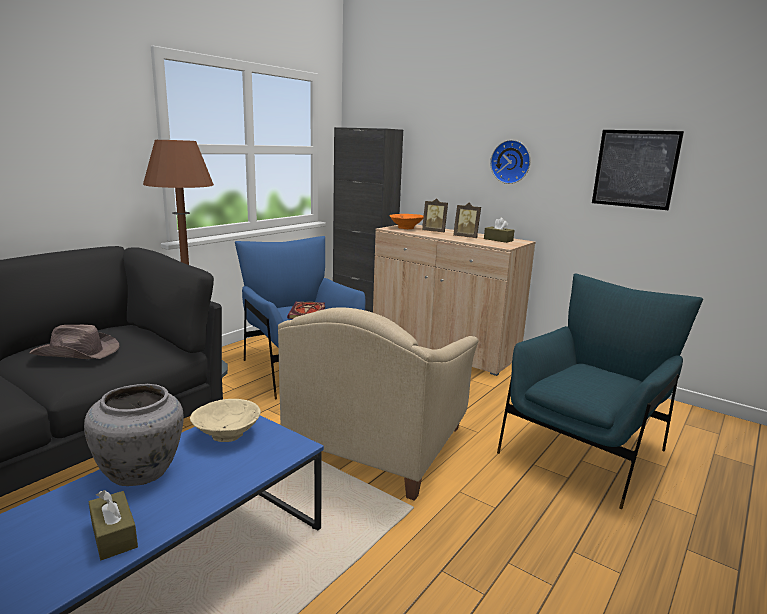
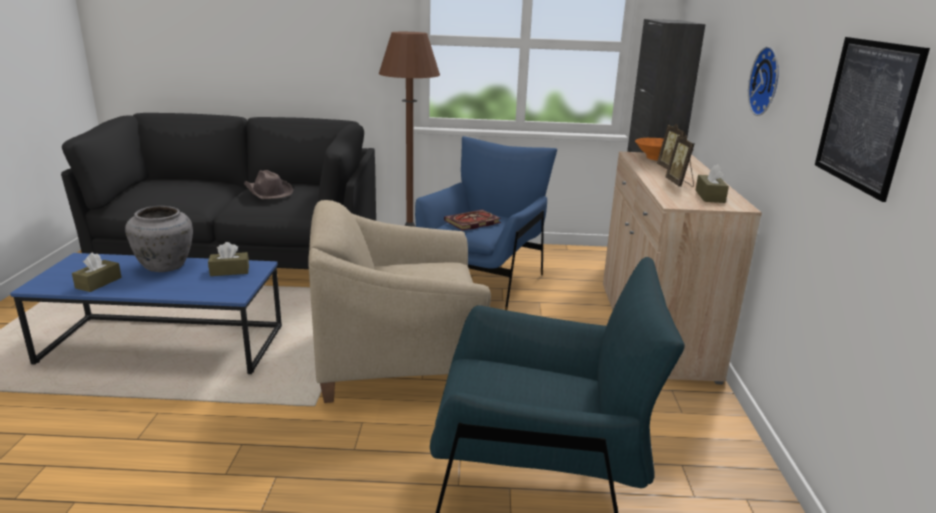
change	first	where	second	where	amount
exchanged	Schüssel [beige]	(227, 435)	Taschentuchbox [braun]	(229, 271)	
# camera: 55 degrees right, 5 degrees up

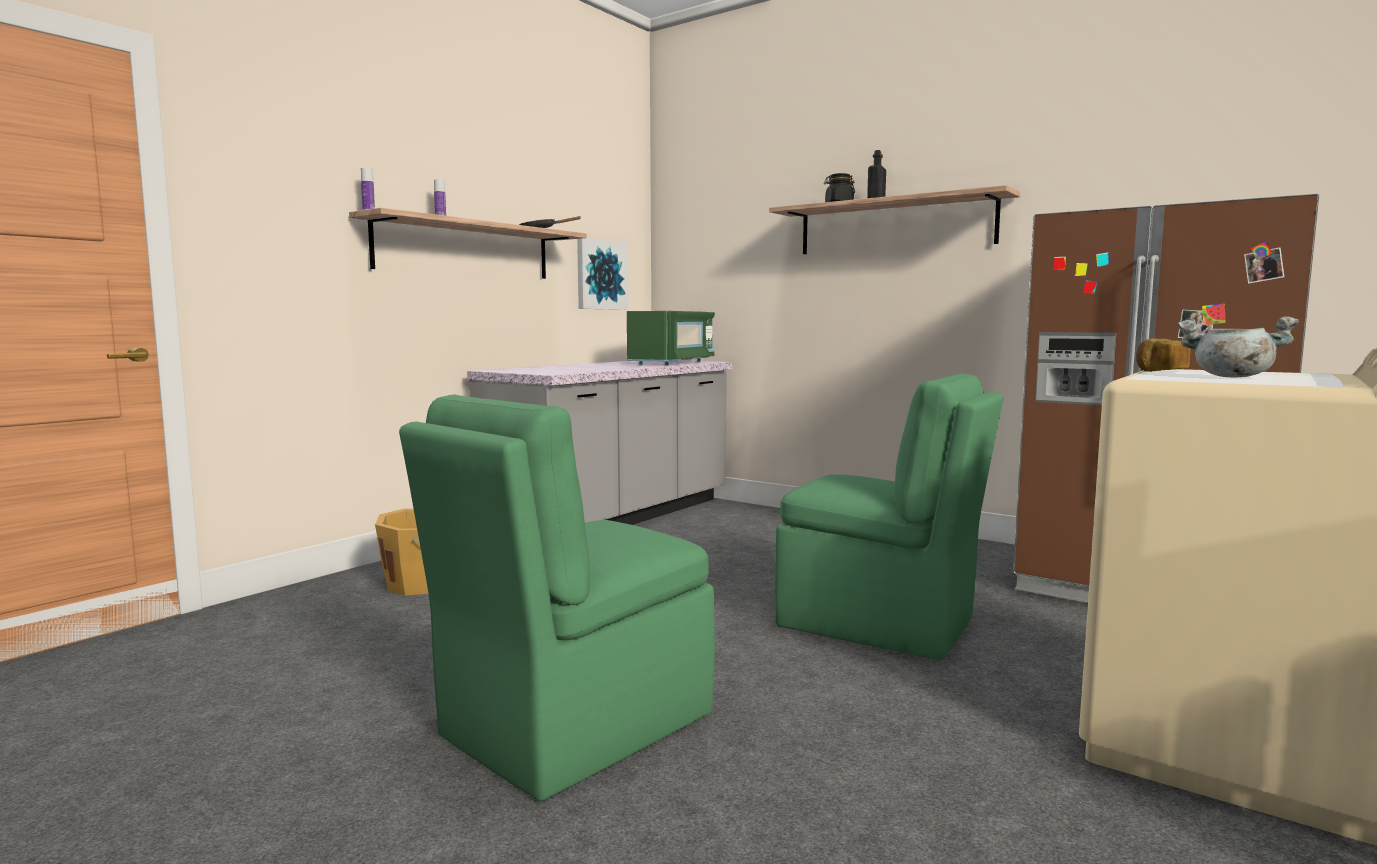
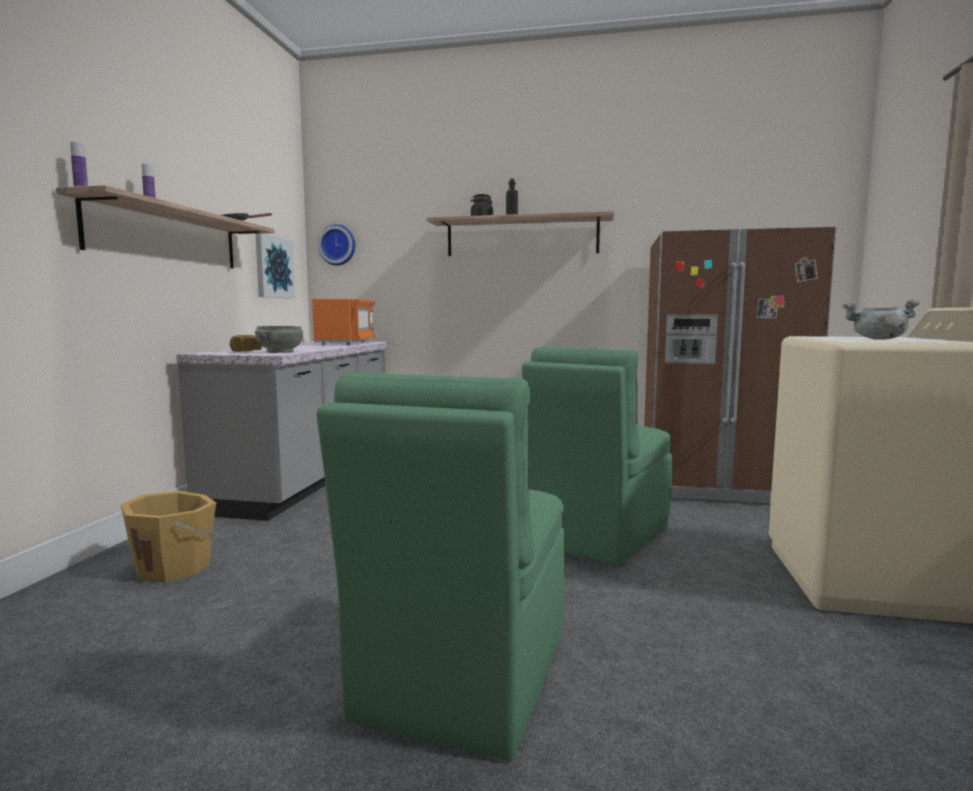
change	first	where	second	where	amount
appeared			Schüssel [grau]	(279, 352)	
appeared			Wanduhr	(338, 245)	
relocated	Brot	(1159, 371)		(245, 351)	
colour	Mikrowelle [grün]	(672, 363)	Mikrowelle [orange]	(346, 343)	
spun	Stuhl [grün]	(880, 624)		(597, 536)	120 degrees clockwise
# camera: 25 degrees left, 0 degrees up

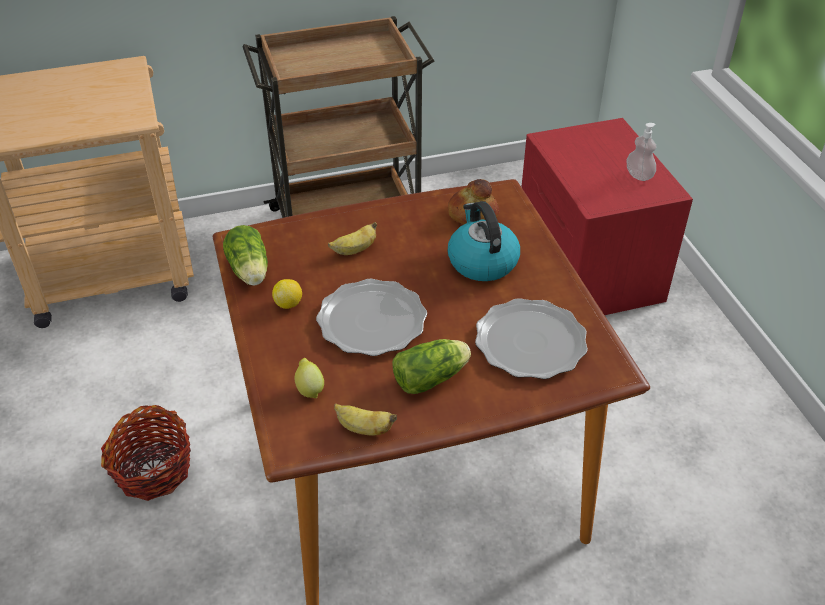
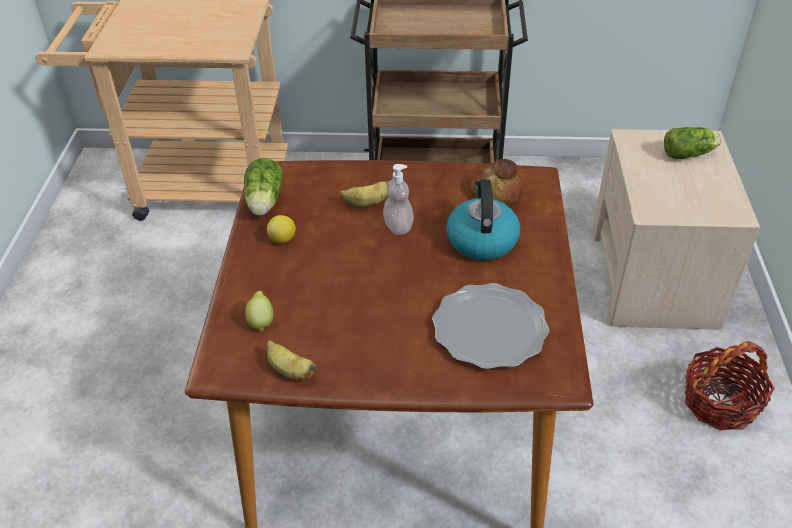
change	first	where	second	where	amount
missing	Teller	(372, 320)			
relocated	Korb	(153, 470)		(720, 403)	
relocated	Salatkopf	(433, 377)		(689, 154)	
relocated	Seifenspender	(639, 175)		(398, 226)	
colour	Nachttisch [rot]	(588, 267)	Nachttisch [beige]	(653, 276)	
# camera: 20 degrees right, 0 degrees up

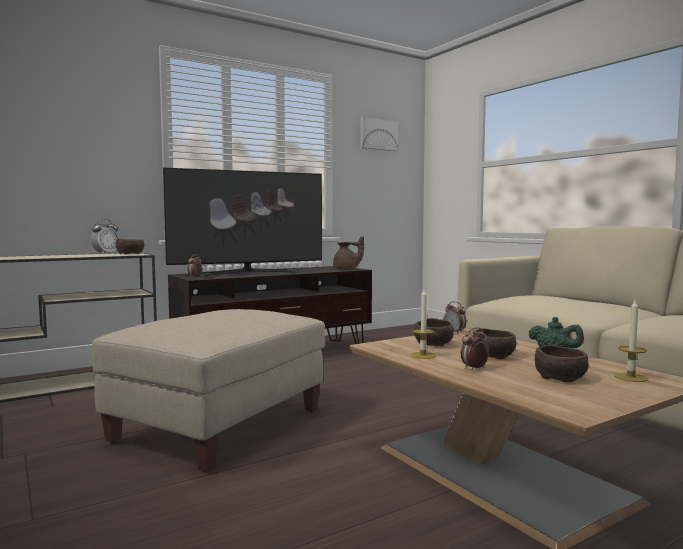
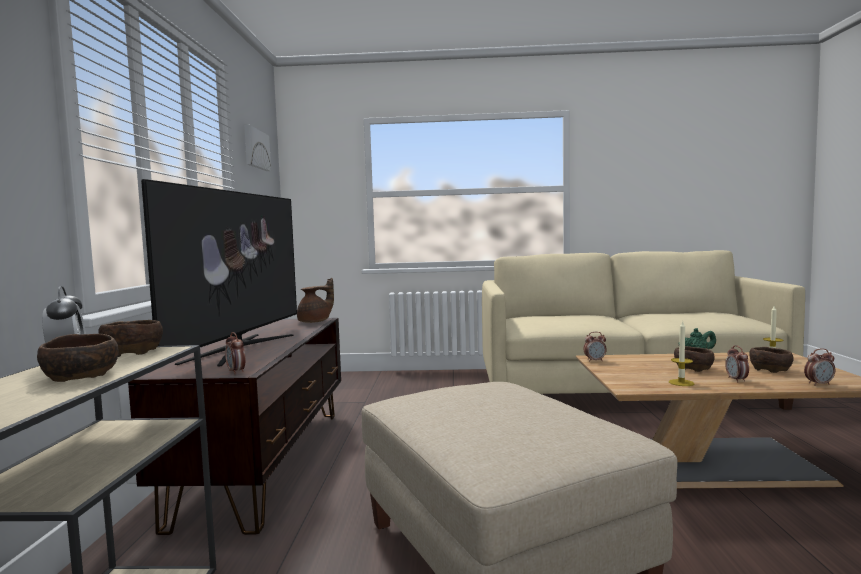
change	first	where	second	where	amount
appeared			Wecker	(819, 384)	
relocated	Schüssel [braun]	(433, 344)		(82, 376)	
# camera: 55 degrees left, 0 degrees up

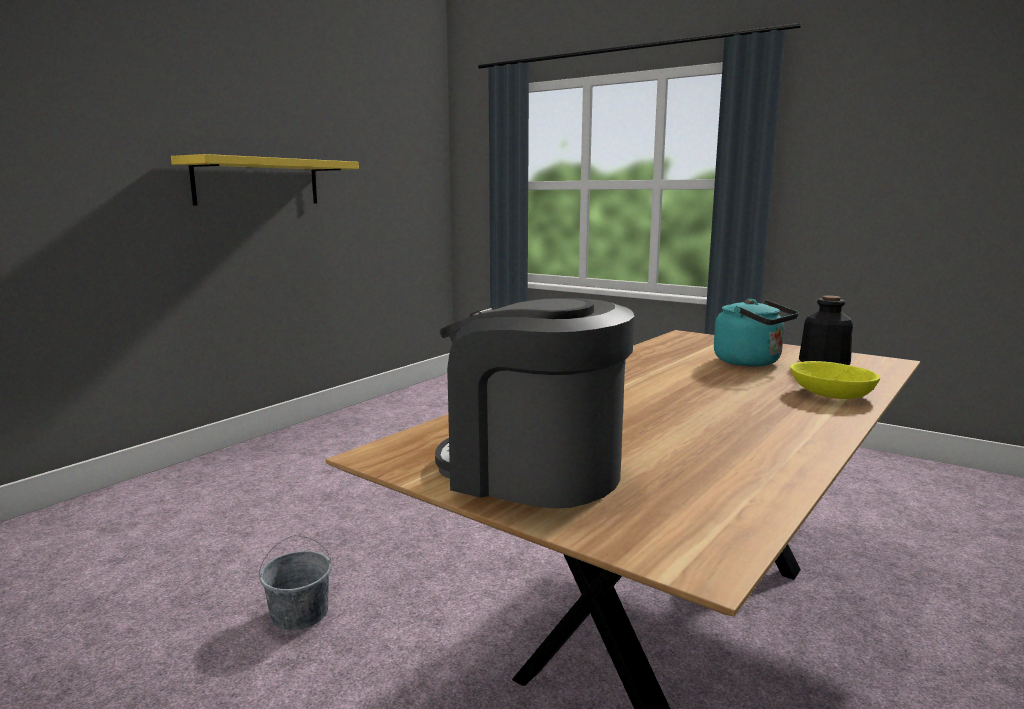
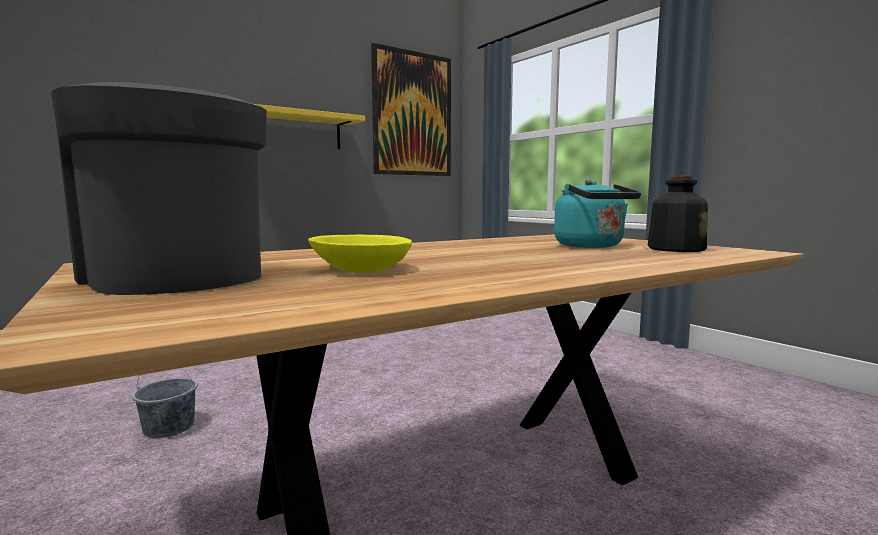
change	first	where	second	where	amount
appeared			Bild	(412, 114)	
relocated	Schüssel [gelb]	(831, 394)		(361, 269)	
# camera: 20 degrees right, 5 degrees down

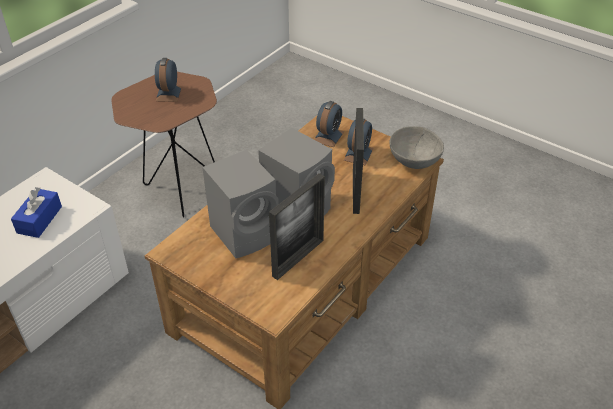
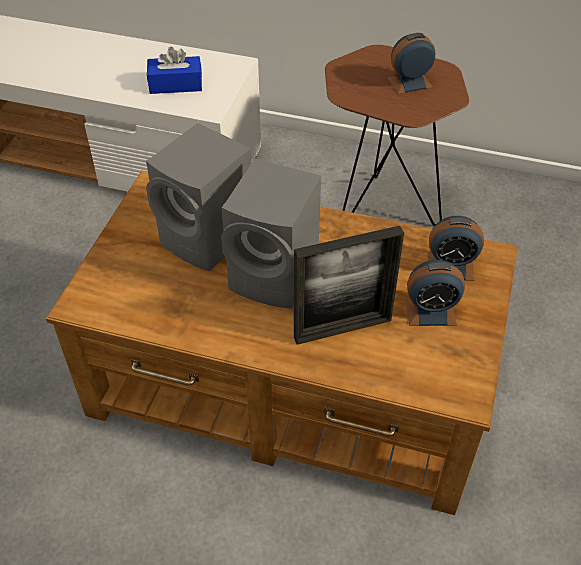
change	first	where	second	where	amount
missing	Bilderrahmen	(298, 258)			
missing	Schüssel [grau]	(414, 160)			
# camera: 70 degrees right, 5 degrees up

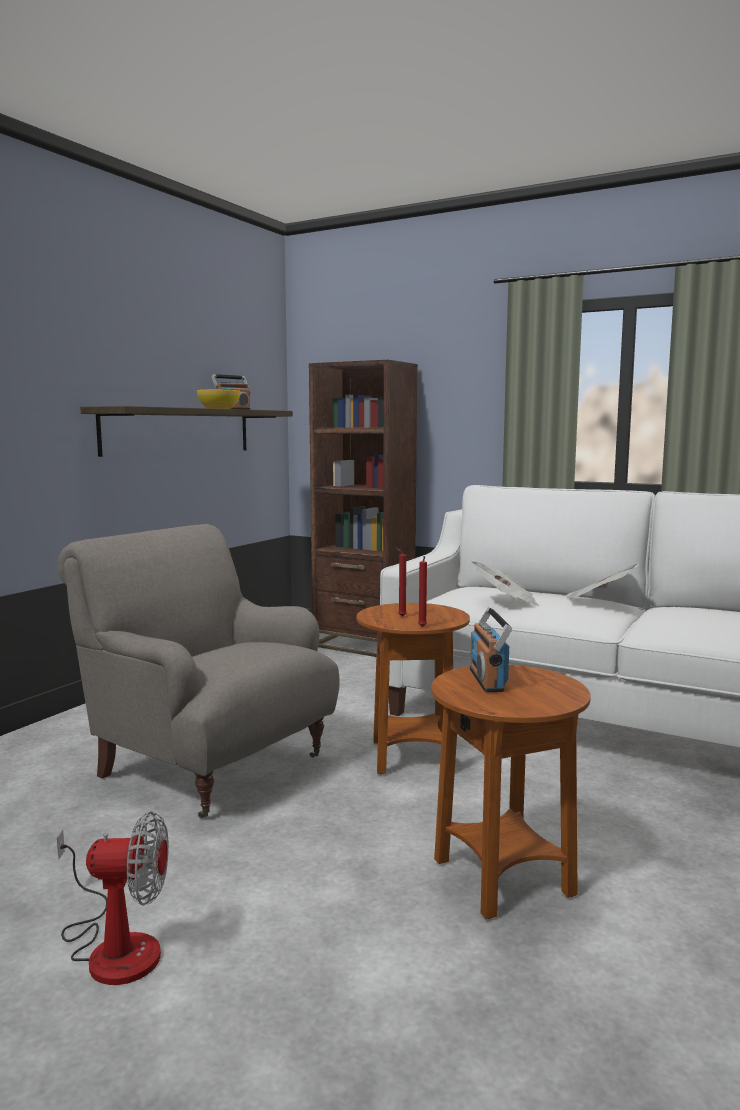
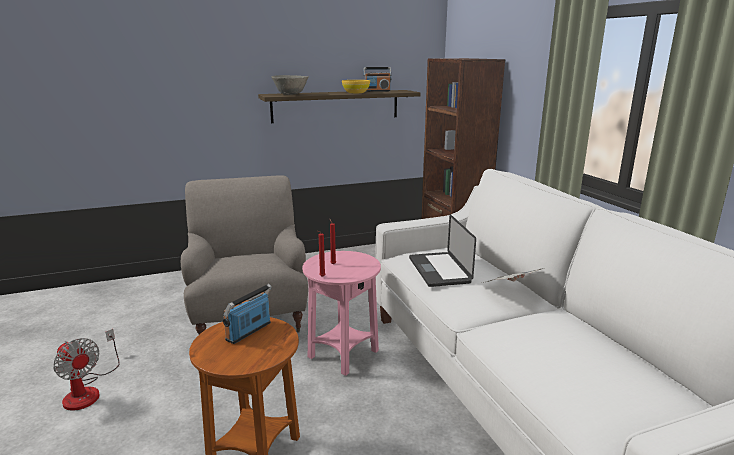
change	first	where	second	where	amount
appeared			Schüssel [grau]	(290, 94)	
exchanged	Zeitung	(506, 602)	Laptop	(439, 270)	
colour	Beistelltisch [braun]	(411, 757)	Beistelltisch [rosa]	(343, 354)	
# camera: 40 degrees right, 10 degrees up

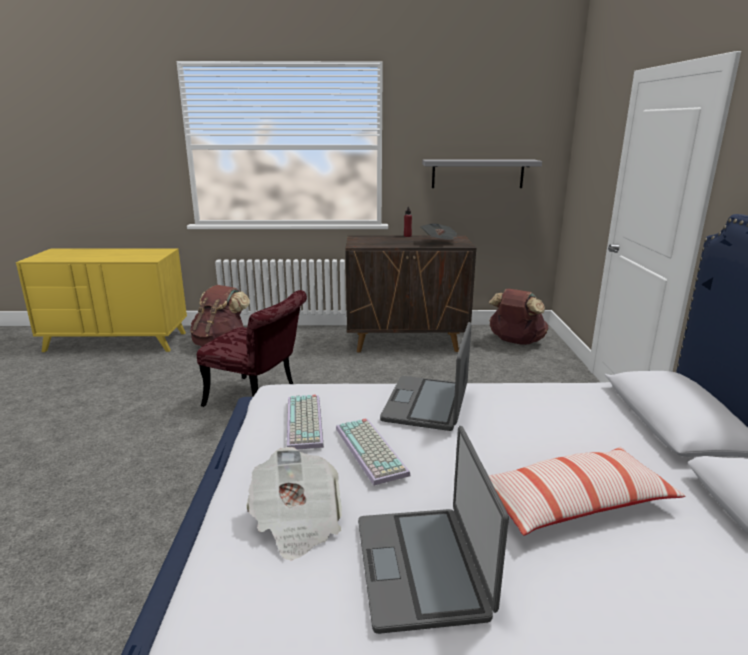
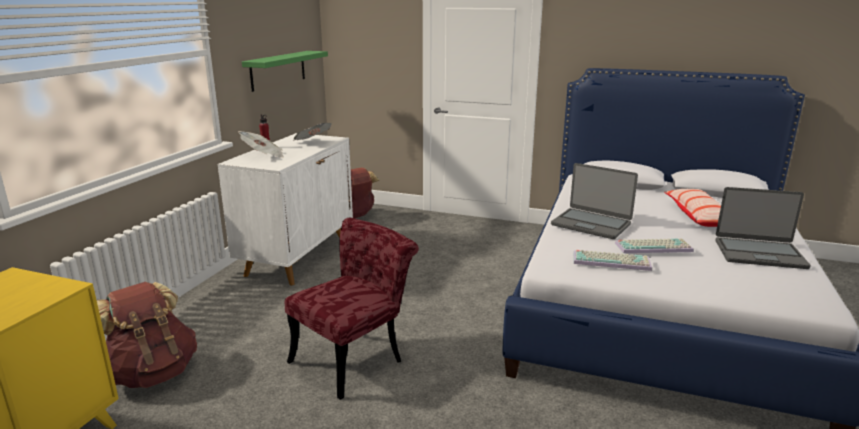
change	first	where	second	where	amount
relocated	Zeitung	(296, 522)		(263, 156)	
colour	Schrank [braun]	(407, 342)	Schrank [weiß]	(298, 257)	
colour	Wandregal [grau]	(477, 173)	Wandregal [grün]	(278, 70)	
# camera: 70 degrees left, 0 degrees up

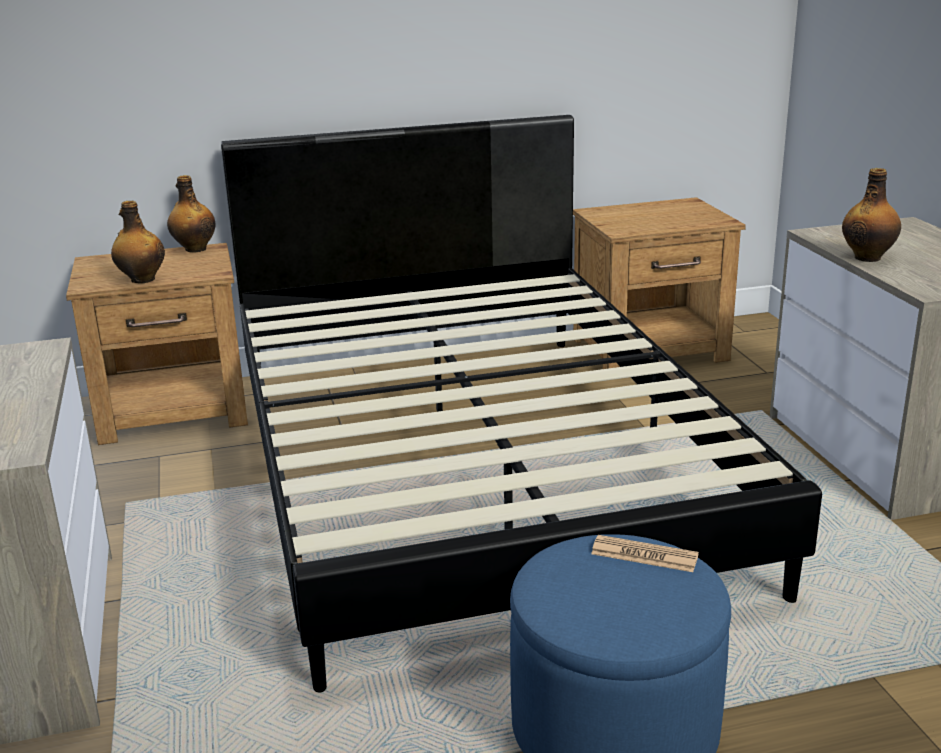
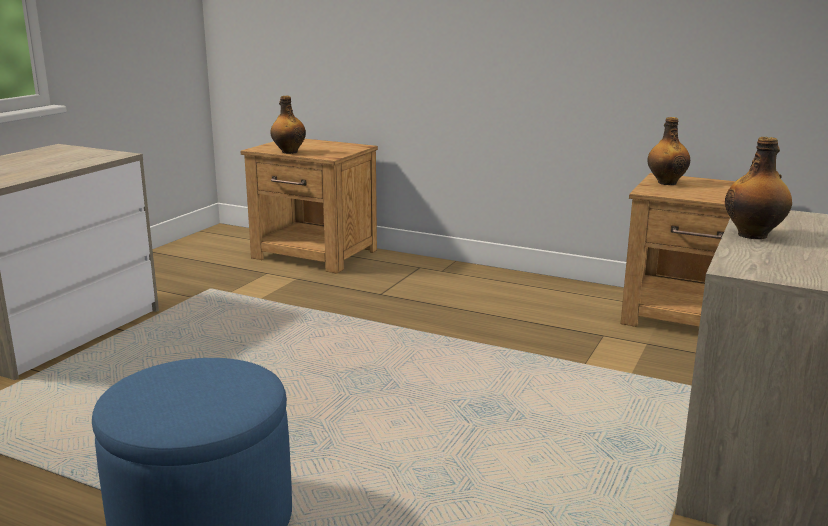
change	first	where	second	where	amount
missing	Bett [schwarz]	(474, 468)			
missing	Zeitung	(644, 555)			
relocated	Flasche	(195, 249)		(666, 183)	
# camera: 40 degrees right, 5 degrees down

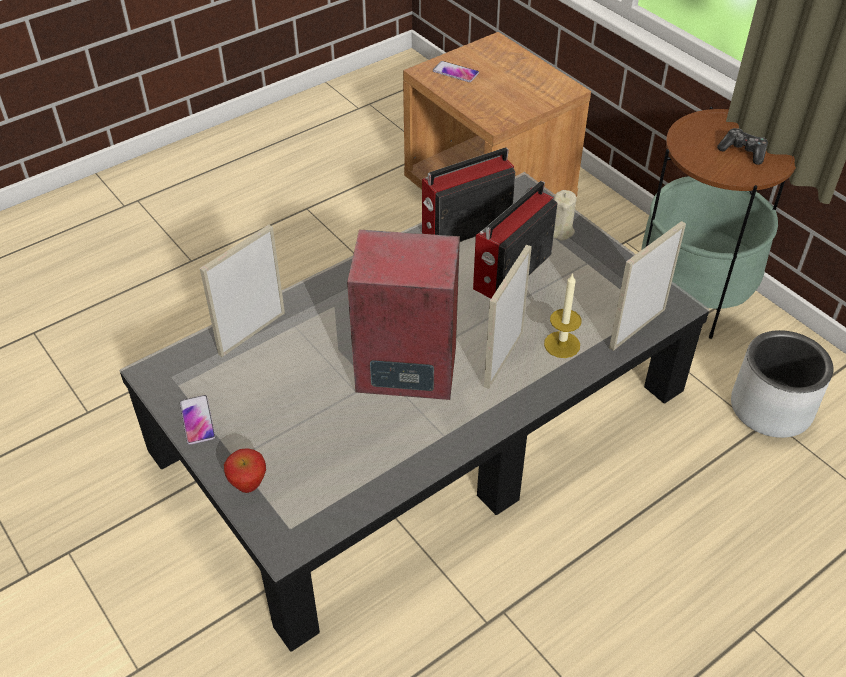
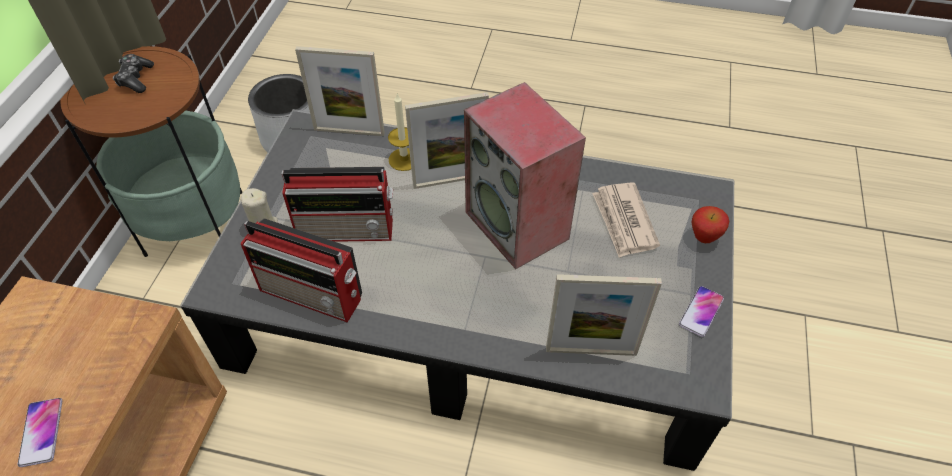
change	first	where	second	where	amount
appeared			Zeitung	(624, 221)	
# camera: 130 degrees left, 5 degrees up

